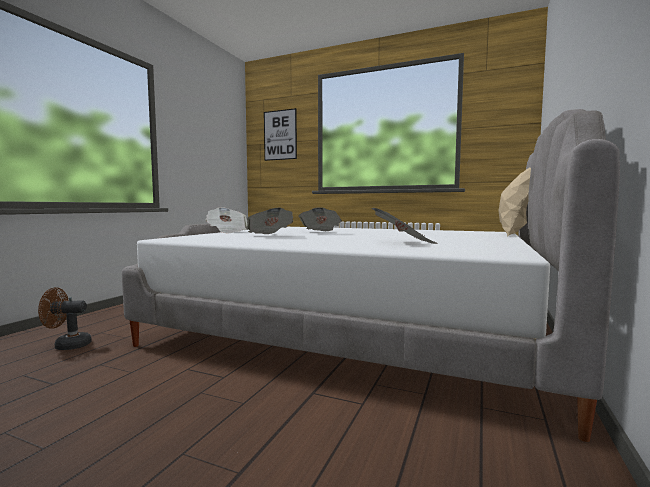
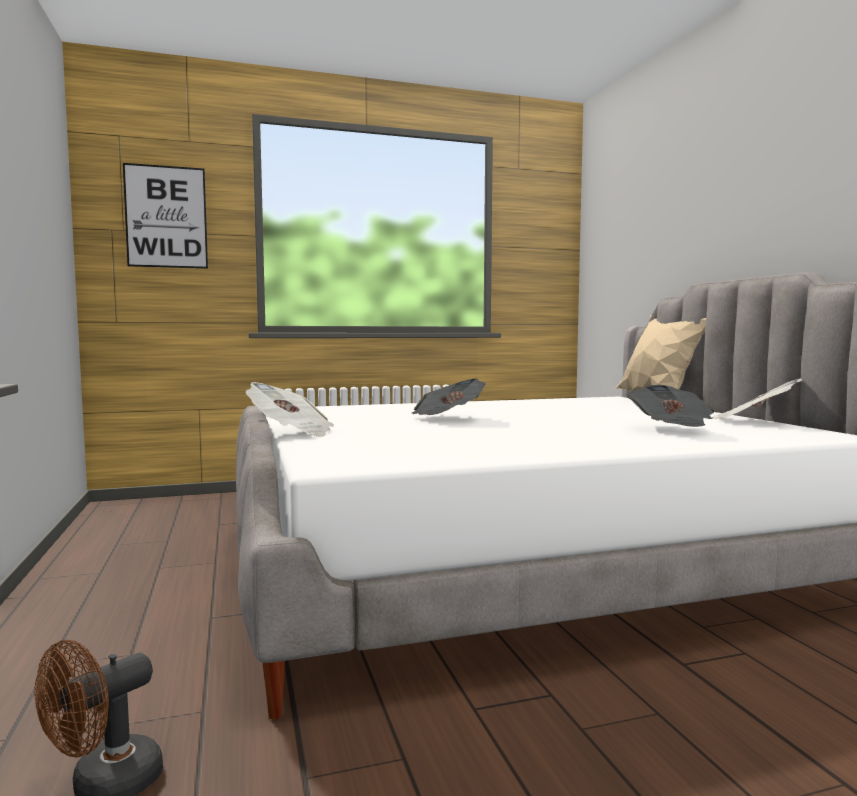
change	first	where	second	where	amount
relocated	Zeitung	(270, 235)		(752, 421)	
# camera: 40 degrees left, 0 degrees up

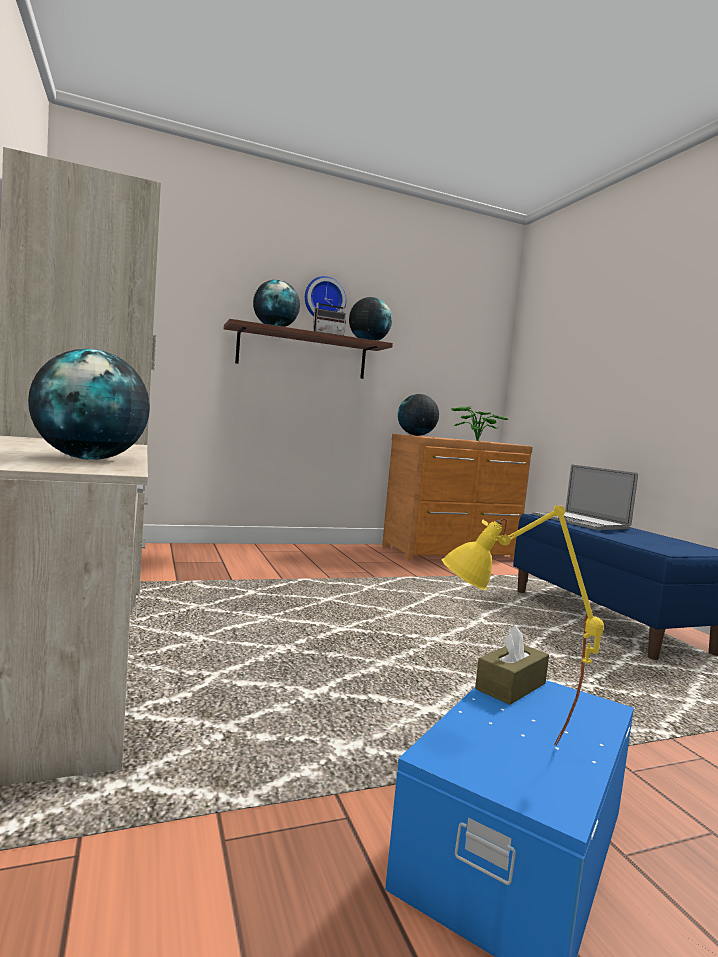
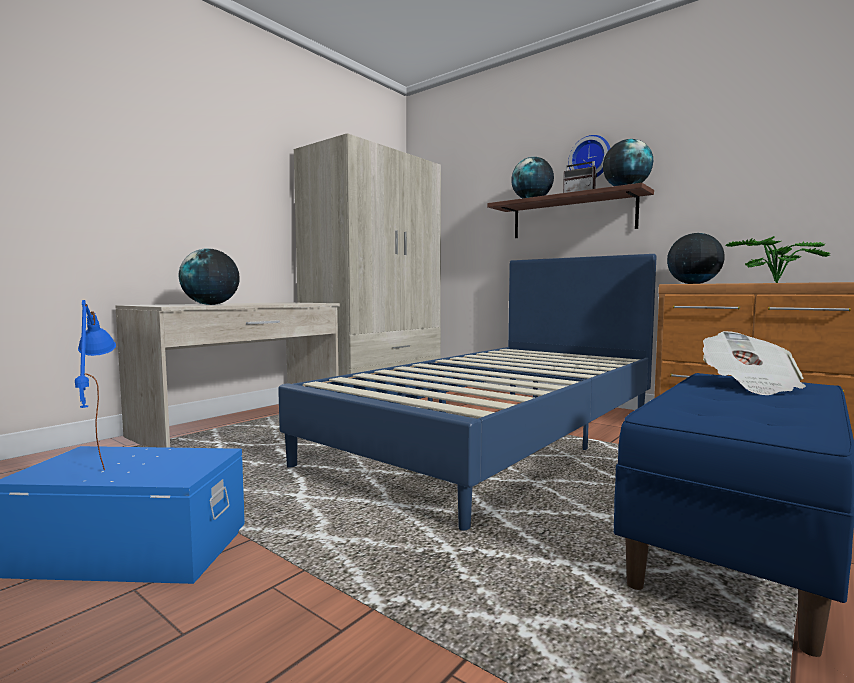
change	first	where	second	where	amount
missing	Taschentuchbox [braun]	(510, 686)			
appeared			Bett [blau]	(499, 435)	
exchanged	Laptop	(579, 521)	Zeitung	(749, 386)	
colour	Tischlampe [gelb]	(503, 748)	Tischlampe [blau]	(96, 460)	
# camera: 60 degrees right, 0 degrees up

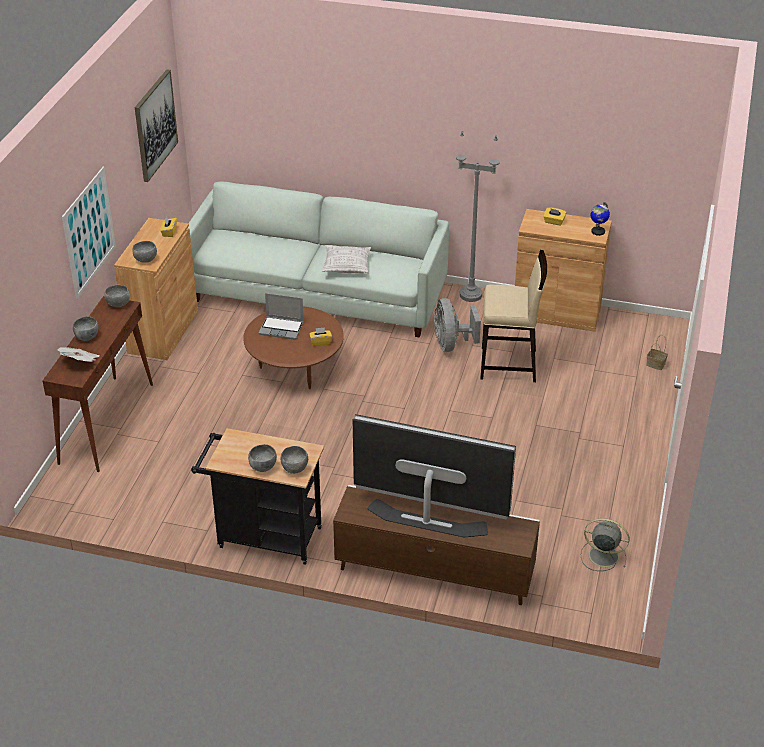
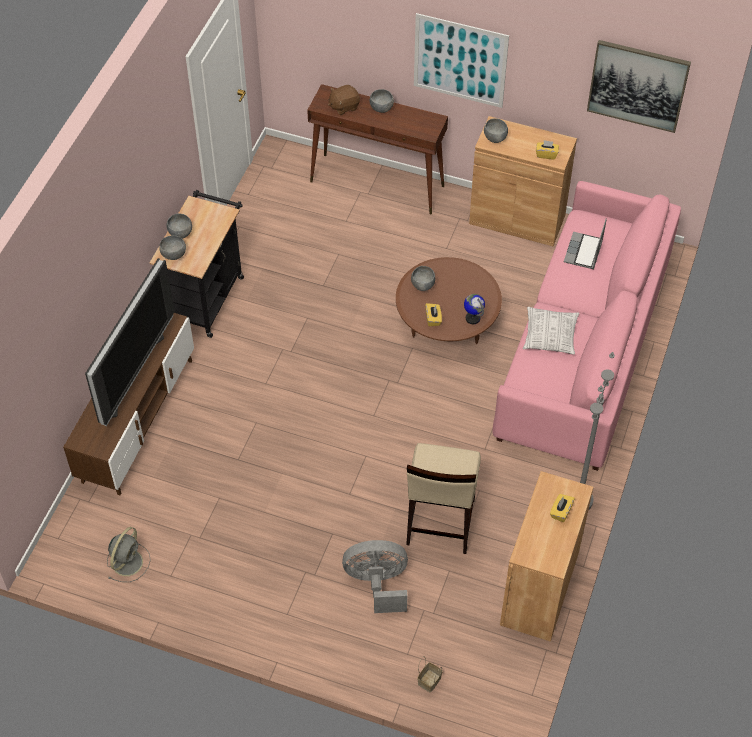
change	first	where	second	where	amount
relocated	Schüssel [grau]	(118, 304)		(422, 286)	
relocated	Laptop	(282, 328)		(584, 252)	
relocated	Ventilator [grau]	(451, 344)		(378, 583)	
relocated	Globus	(597, 231)		(473, 318)	
exchanged	Zeitung	(80, 362)	Plüschtier [braun]	(344, 106)	
colour	Sofa [weiß]	(317, 293)	Sofa [rosa]	(583, 350)	
# camera: 95 degrees right, 15 degrees up

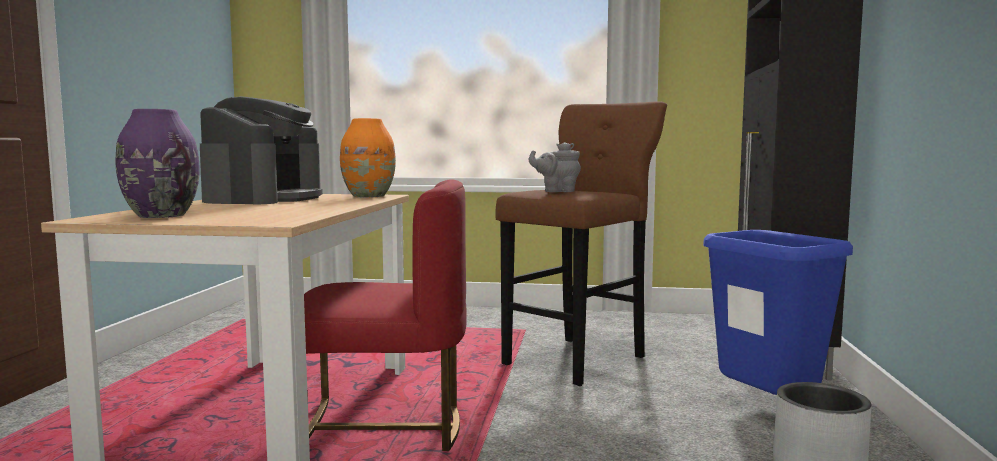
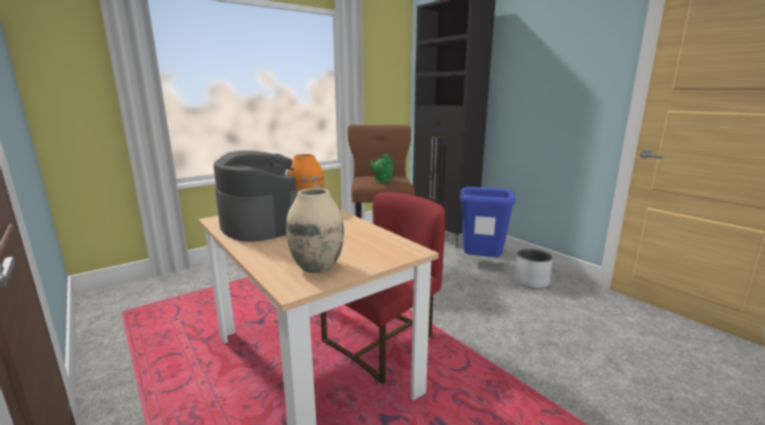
change	first	where	second	where	amount
colour	Vase [lila]	(161, 215)	Vase [beige]	(316, 266)	
colour	Teekanne [grau]	(557, 191)	Teekanne [grün]	(382, 181)	
# camera: 45 degrees left, 10 degrees up

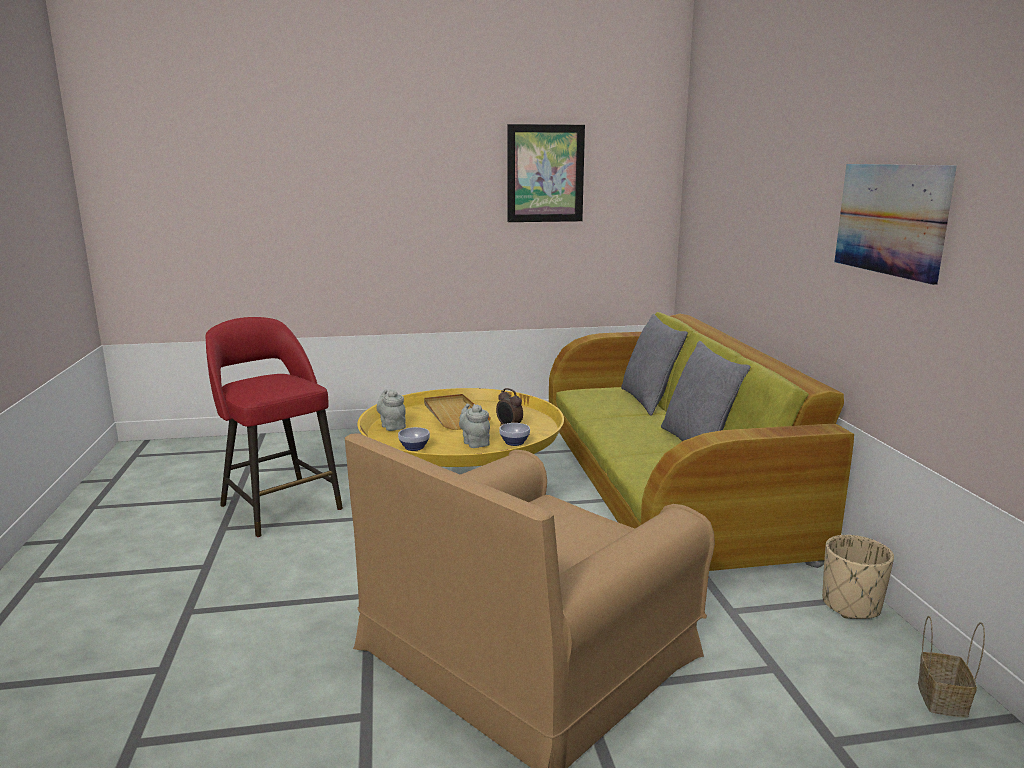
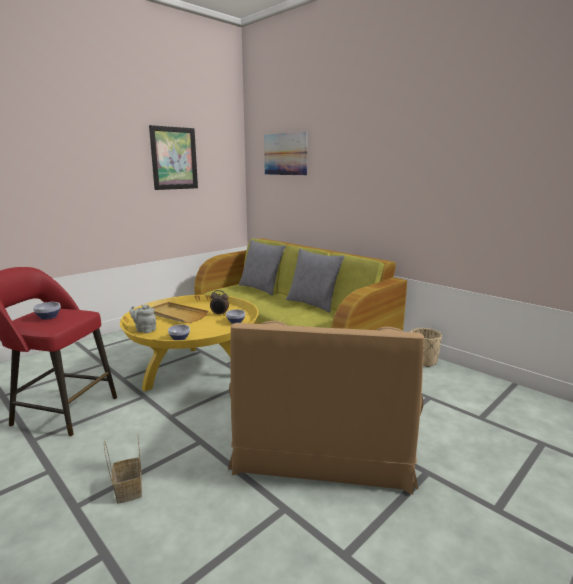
change	first	where	second	where	amount
missing	Teekanne [grau]	(475, 443)			
appeared			Schüssel	(47, 317)	
relocated	Bild	(890, 219)		(285, 154)	
relocated	Korb	(940, 698)		(128, 489)	
# camera: 35 degrees left, 0 degrees up

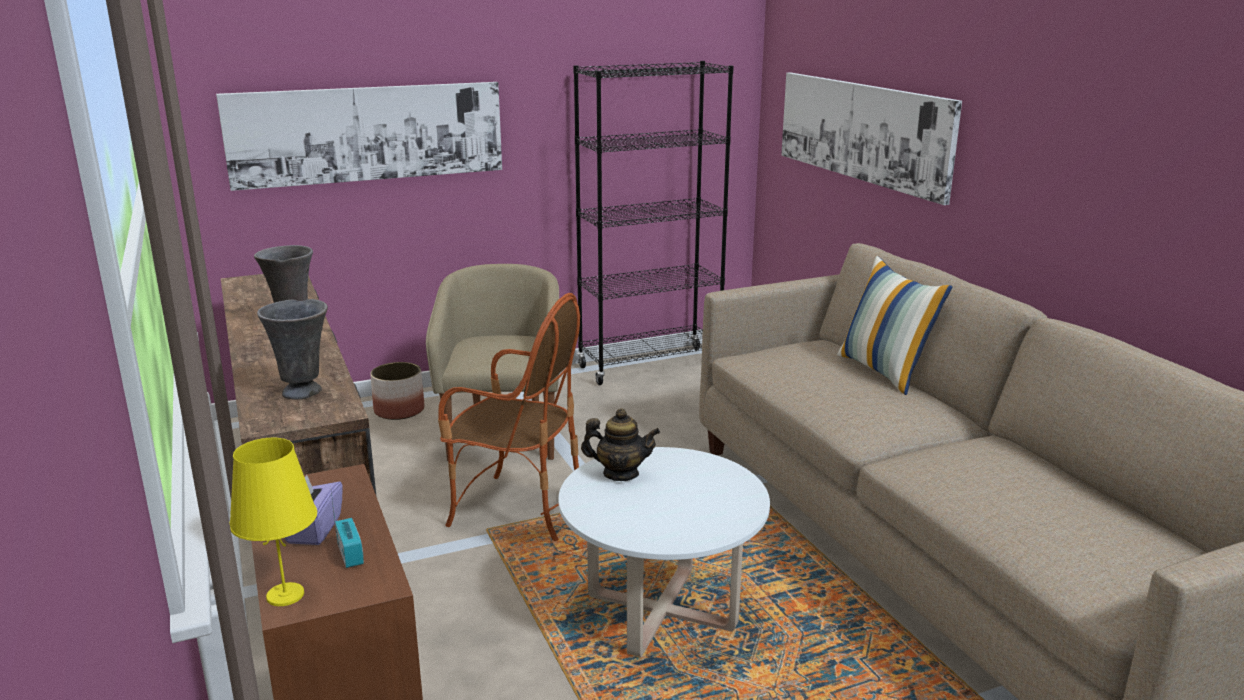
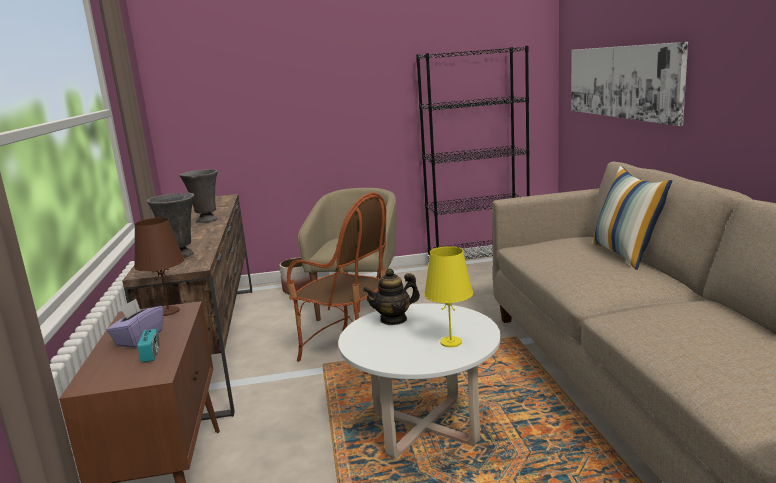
change	first	where	second	where	amount
missing	Bild	(368, 133)			
appeared			Tischlampe [braun]	(168, 311)	
relocated	Tischlampe [gelb]	(285, 595)		(451, 342)	
spun	Teekanne	(620, 474)		(393, 319)	135 degrees clockwise
# camera: 15 degrees right, 5 degrees down

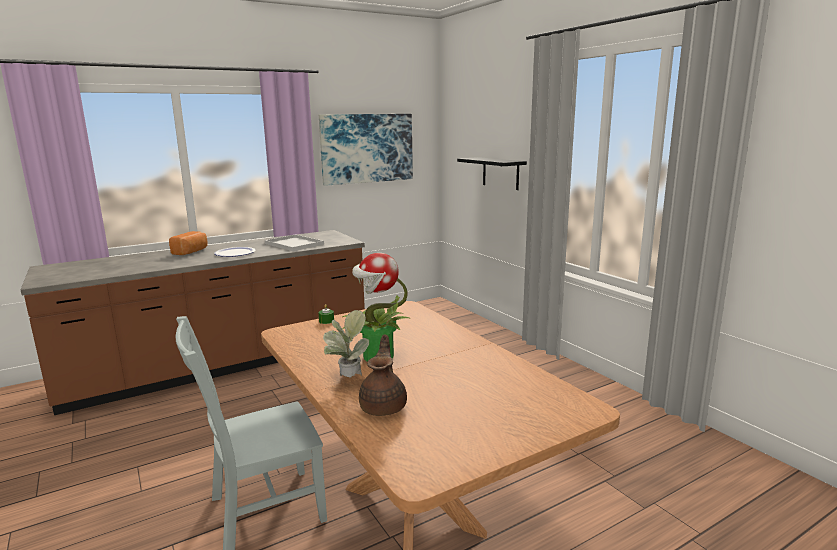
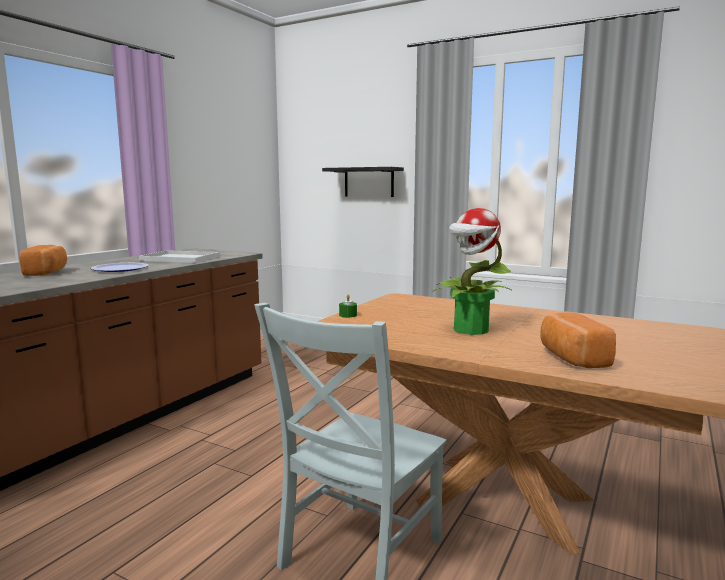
change	first	where	second	where	amount
missing	Bild	(367, 148)			
missing	Topfpflanze	(347, 380)			
exchanged	Teekanne [braun]	(384, 406)	Brot	(571, 358)	
# camera: 30 degrees left, 5 degrees down

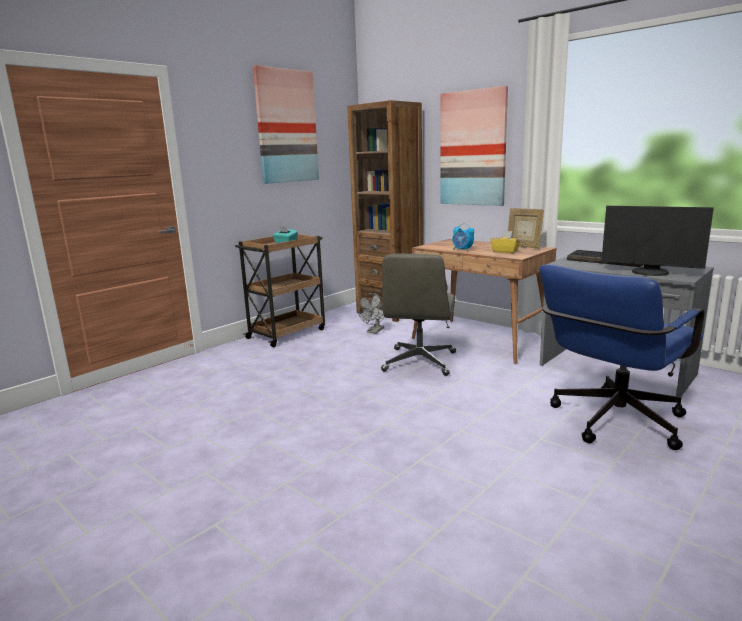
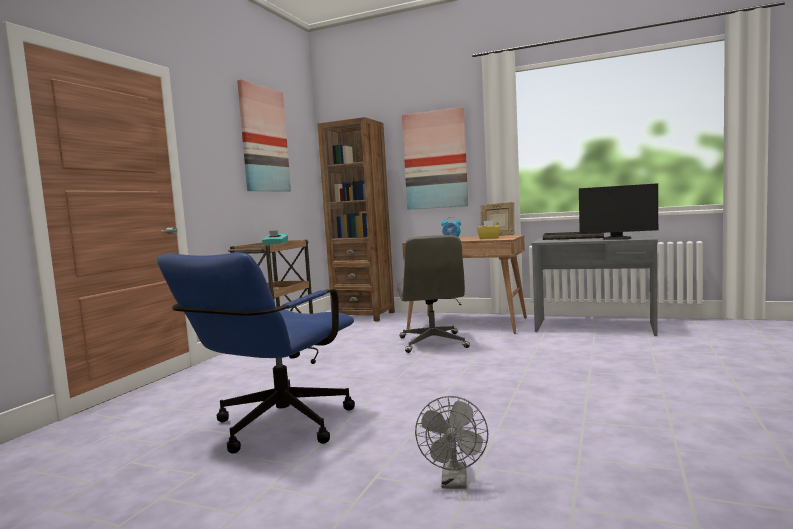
change	first	where	second	where	amount
relocated	Ventilator [grau]	(374, 331)		(455, 482)	
relocated	Bürostuhl [blau]	(611, 424)		(274, 429)	
# camera: 20 degrees left, 10 degrees down

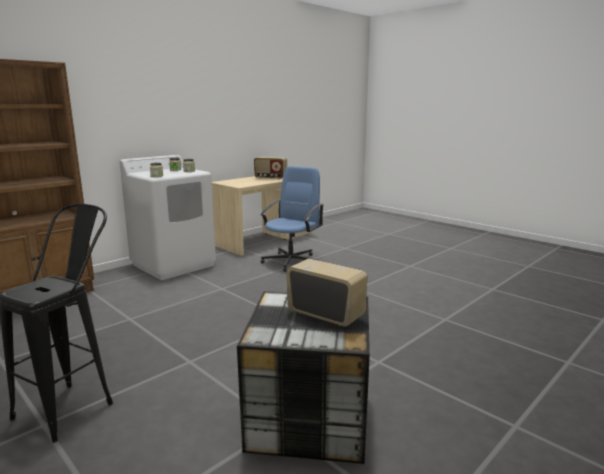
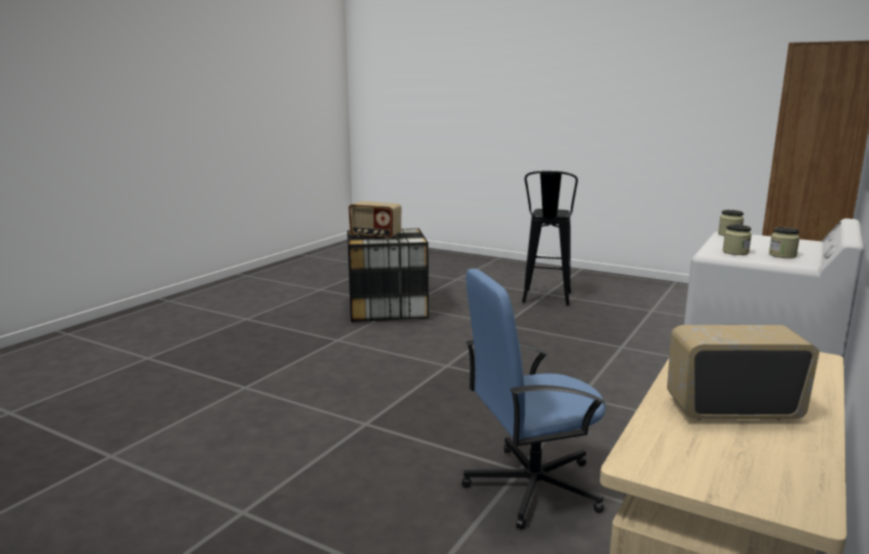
change	first	where	second	where	amount
spun	Bürostuhl [blau]	(291, 261)		(531, 486)	60 degrees clockwise
# camera: 165 degrees right, 0 degrees up

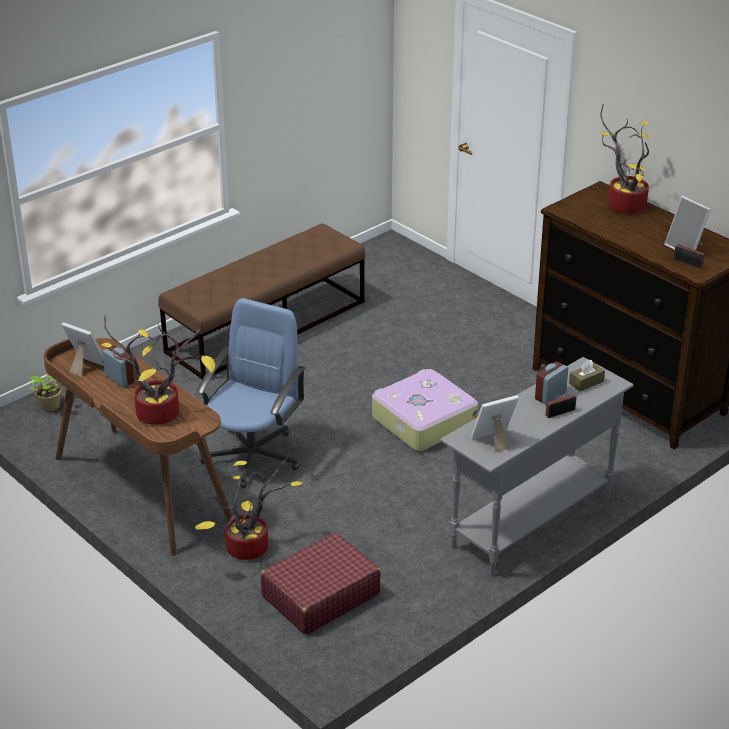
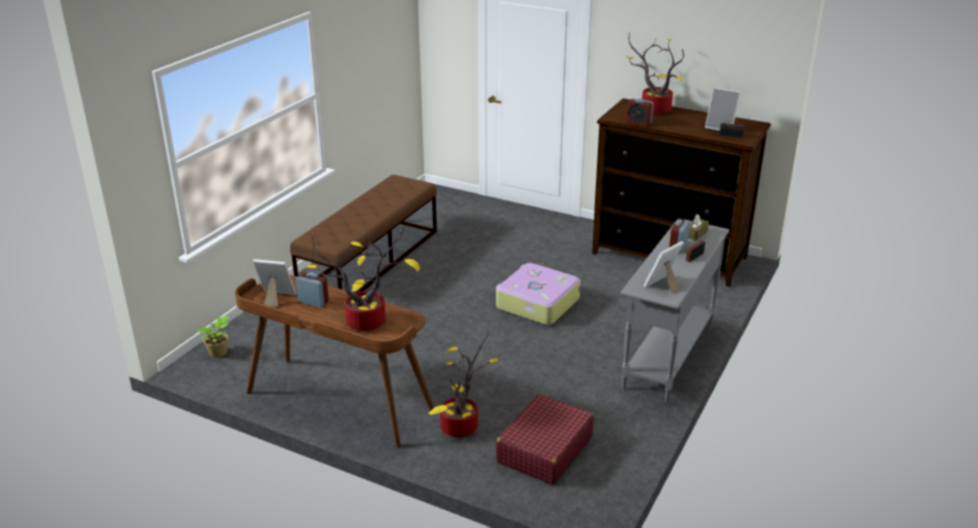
change	first	where	second	where	amount
missing	Bürostuhl [blau]	(253, 456)			
appeared			Wecker	(638, 123)	
# camera: 20 degrees left, 5 degrees down

